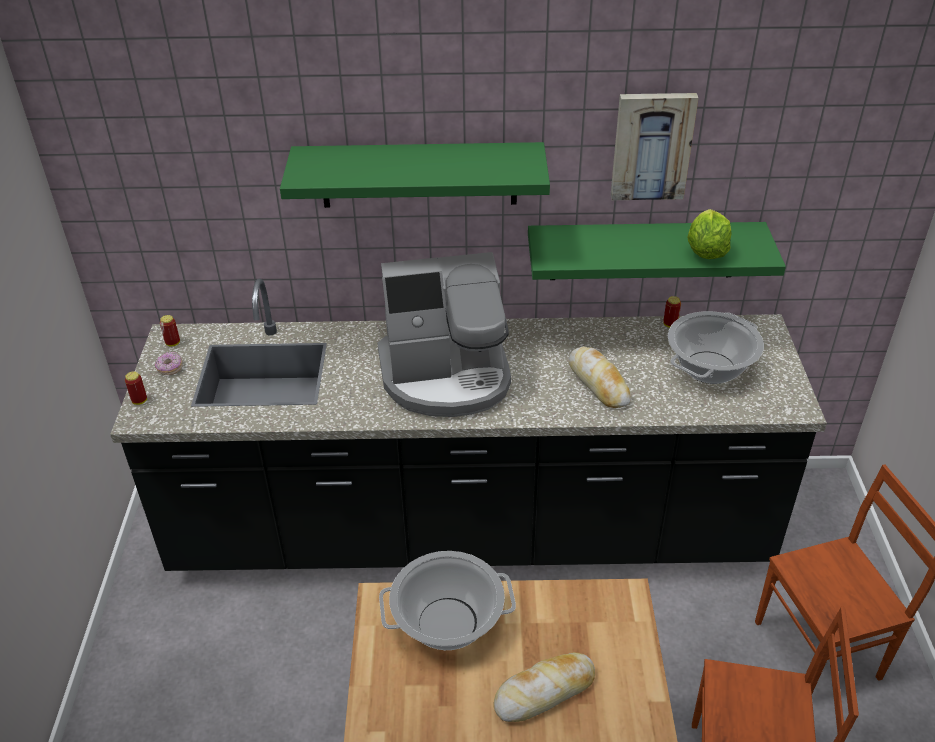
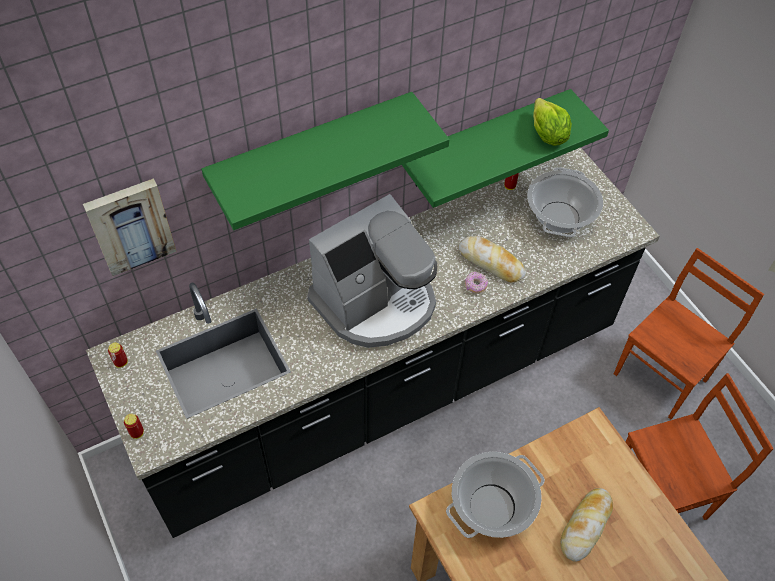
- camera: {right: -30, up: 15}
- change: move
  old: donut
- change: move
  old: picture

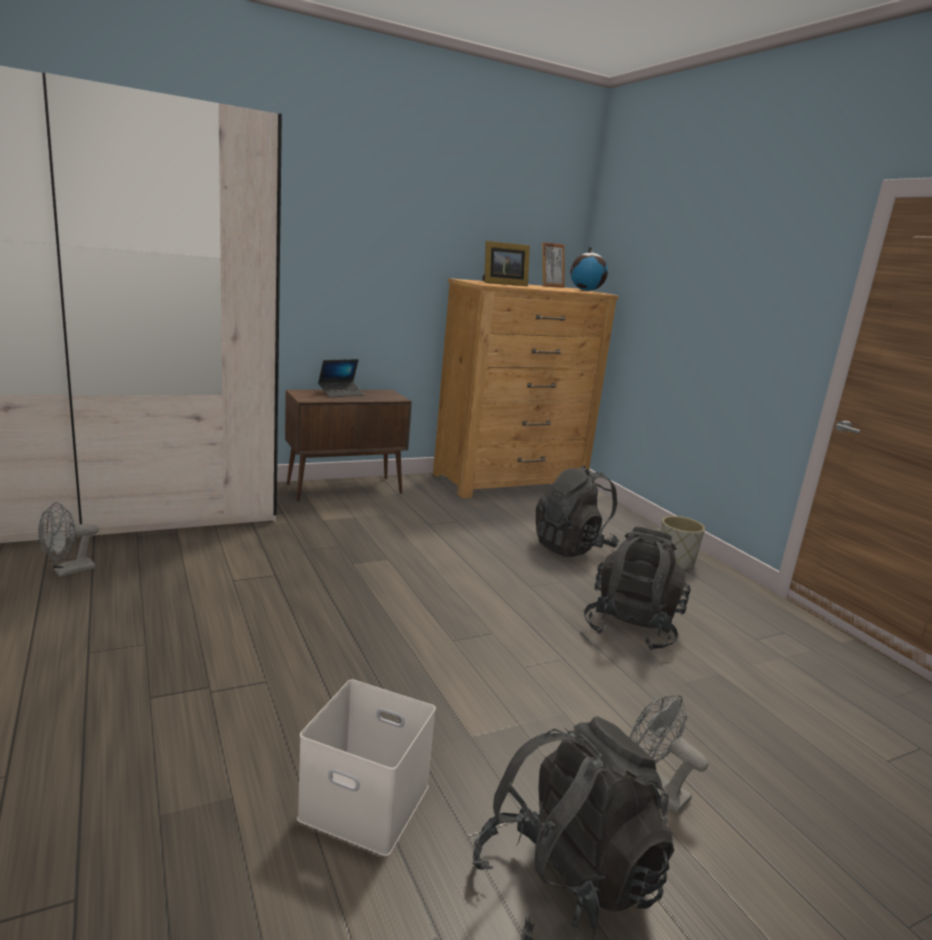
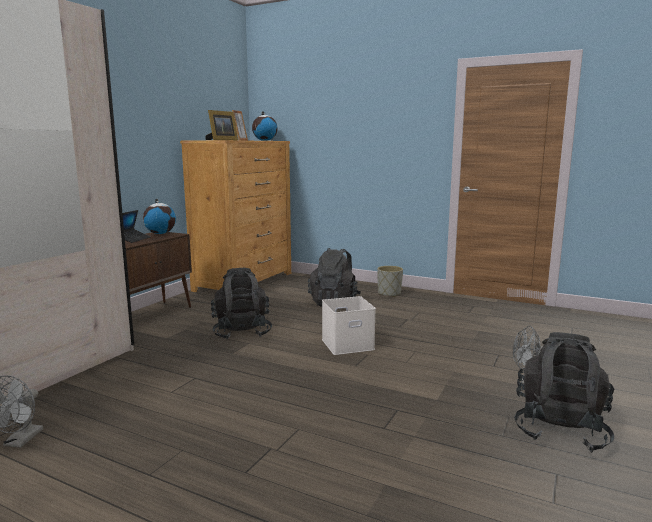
- camera: {right: -35, up: -5}
- change: move
  old: white_storage_box
- change: move
  old: black_backpack (3rd from left in the first image)
  new: black_backpack (1st from left)
- change: insert
  new: globe (1st from left)

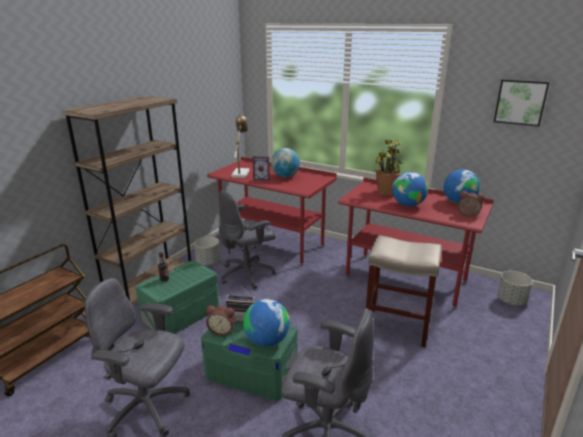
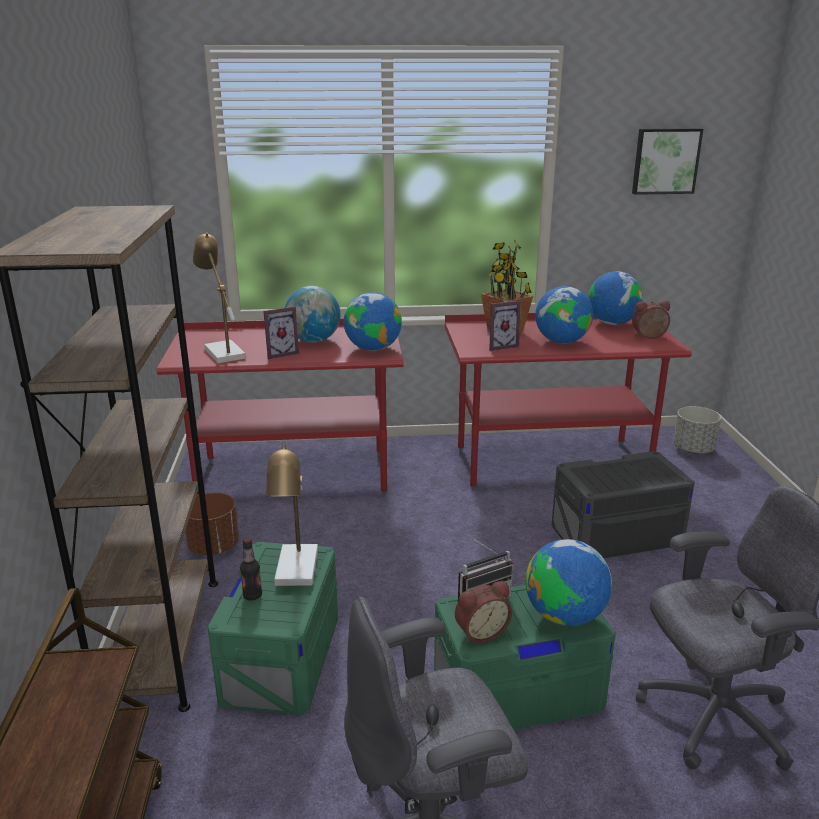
- camera: {right: -35, up: 0}
- change: recolor
  old: grey_planter (1st from left)
  new: brown_planter
- change: delete
  old: grey_office_chair (2nd from left)
- change: replace
  old: beige_stool
  new: grey_storage_box
- change: insert
  new: table_lamp (2nd from left)
- change: insert
  new: globe (2nd from left)
- change: insert
  new: picture_frame (2nd from left)

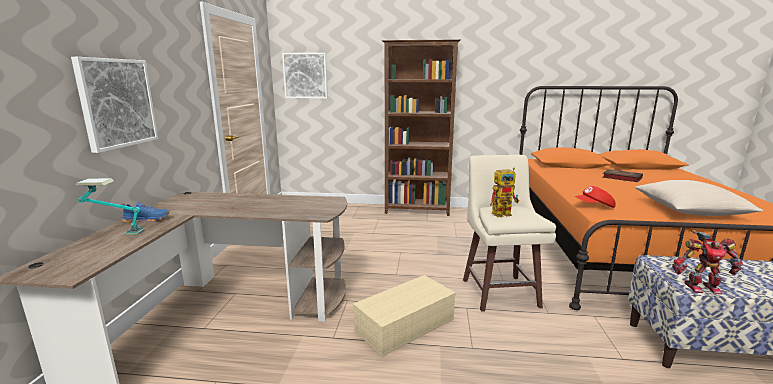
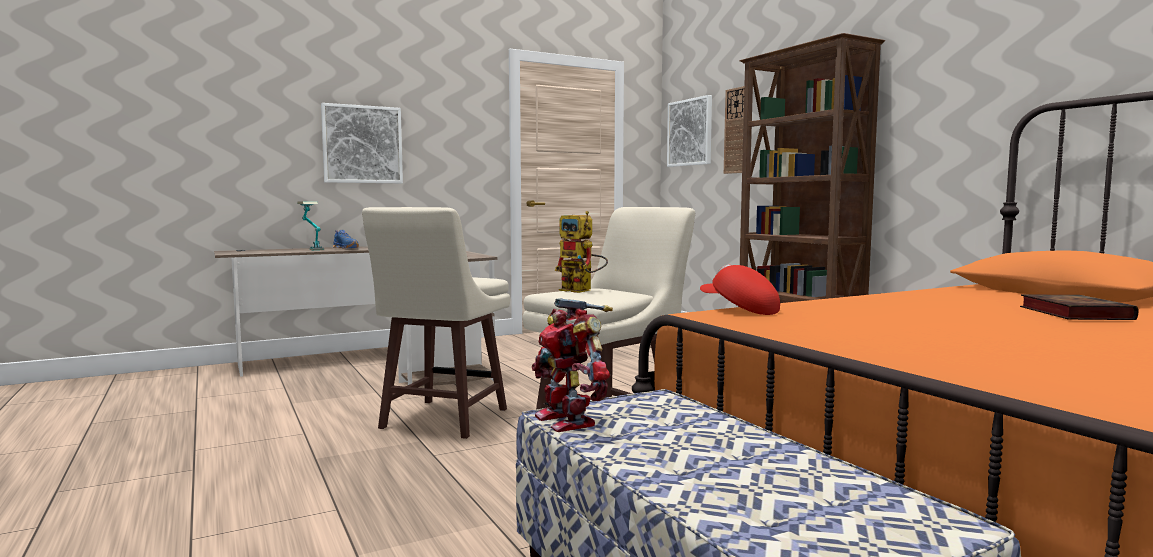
- camera: {right: 55, up: -10}
- change: replace
  old: beige_storage_box
  new: beige_stool (1st from left)
- change: delete
  old: beige_pillow
- change: insert
  new: wall_clock

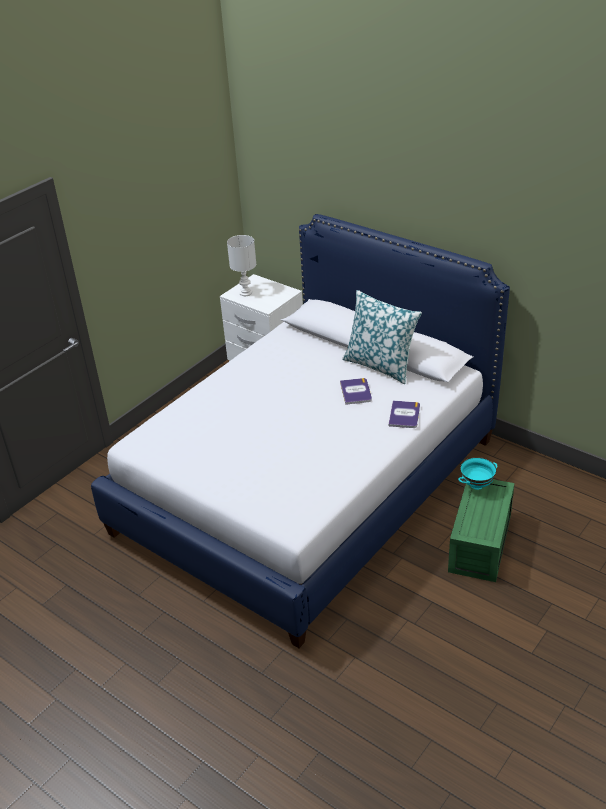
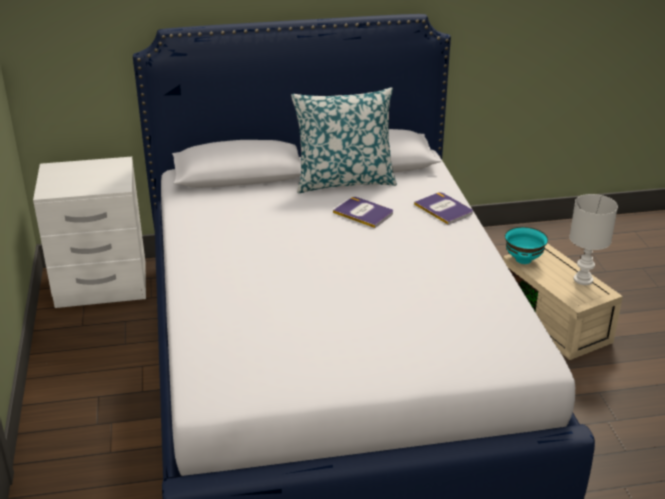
- camera: {right: -50, up: -5}
- change: move
  old: white_table_lamp
- change: recolor
  old: green_storage_box
  new: beige_storage_box

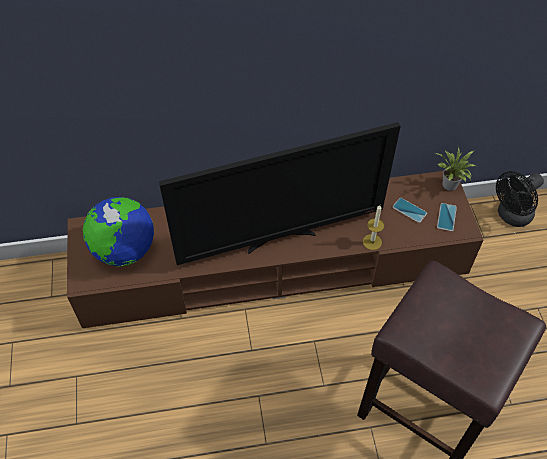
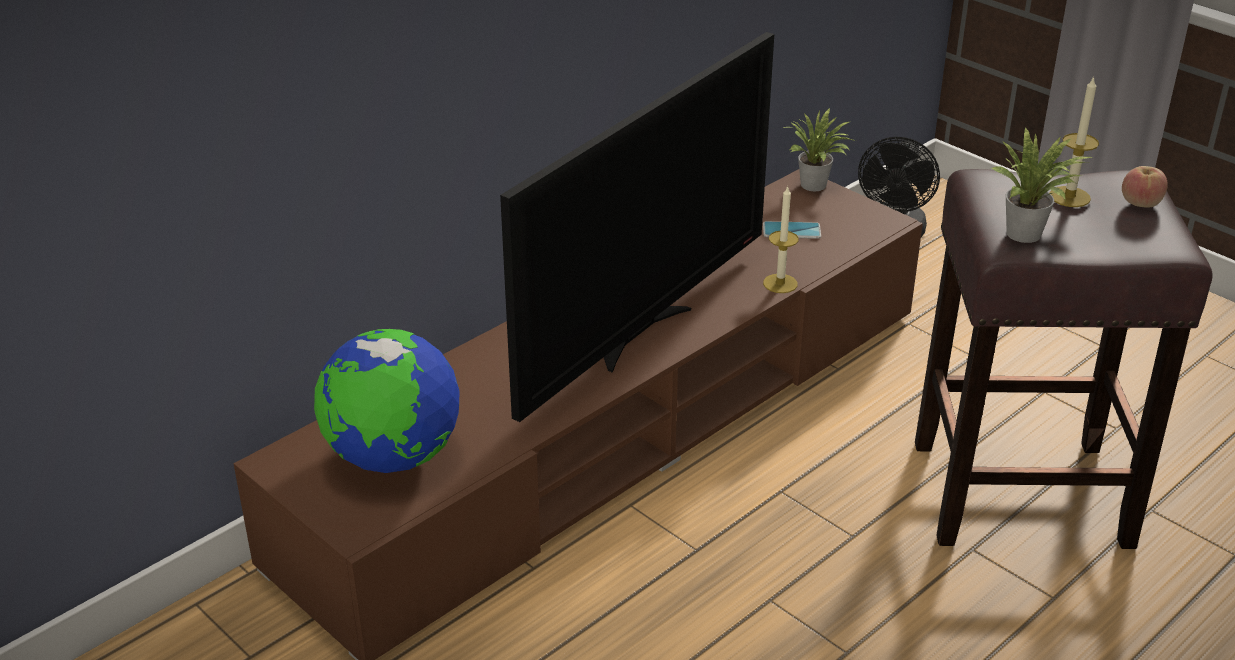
- camera: {right: -35, up: -20}
- change: delete
  old: phone (2nd from left)
- change: insert
  new: potted_plant (2nd from left)
- change: insert
  new: candle (2nd from left)
- change: insert
  new: apple

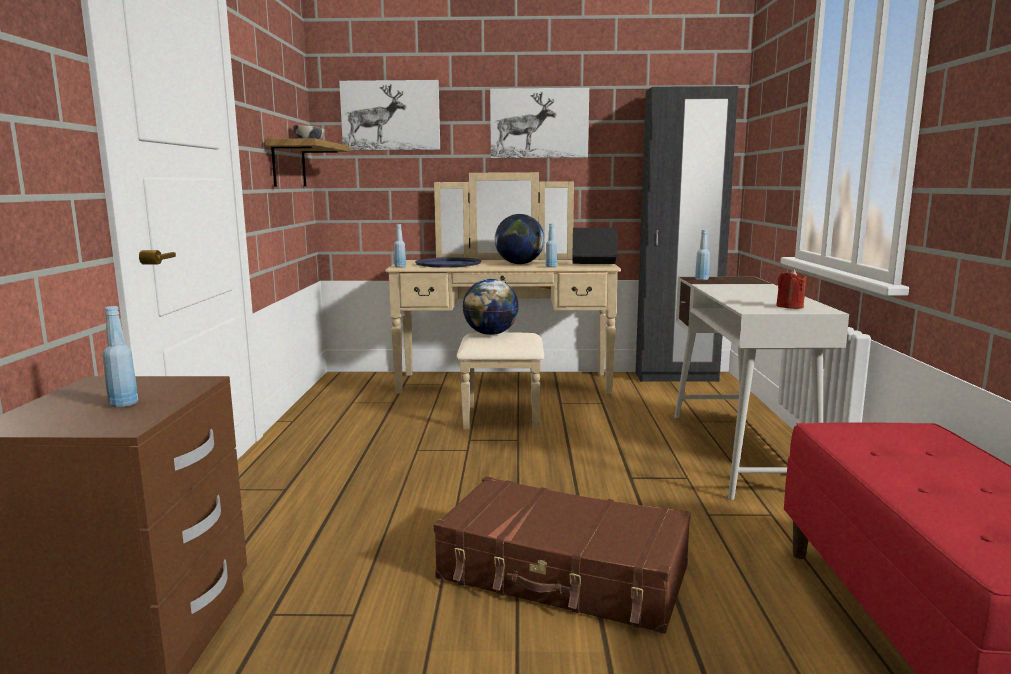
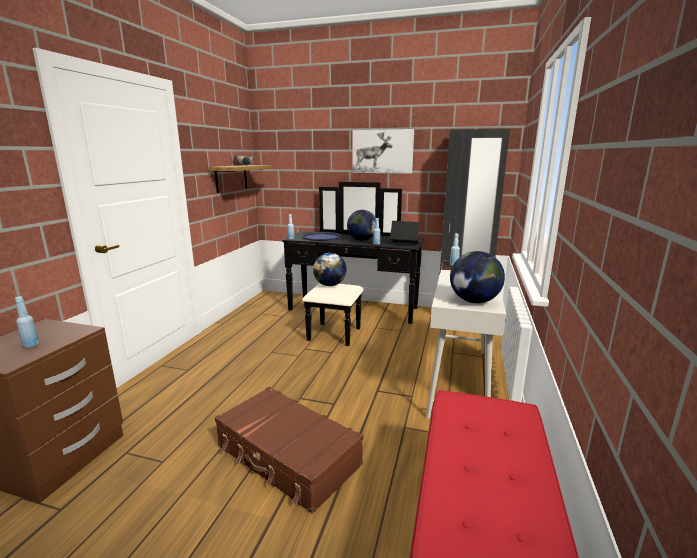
- camera: {right: 15, up: 5}
- change: delete
  old: picture (1st from left)
- change: recolor
  old: beige_dresser
  new: black_dresser
- change: replace
  old: red_candle
  new: globe (3rd from left)

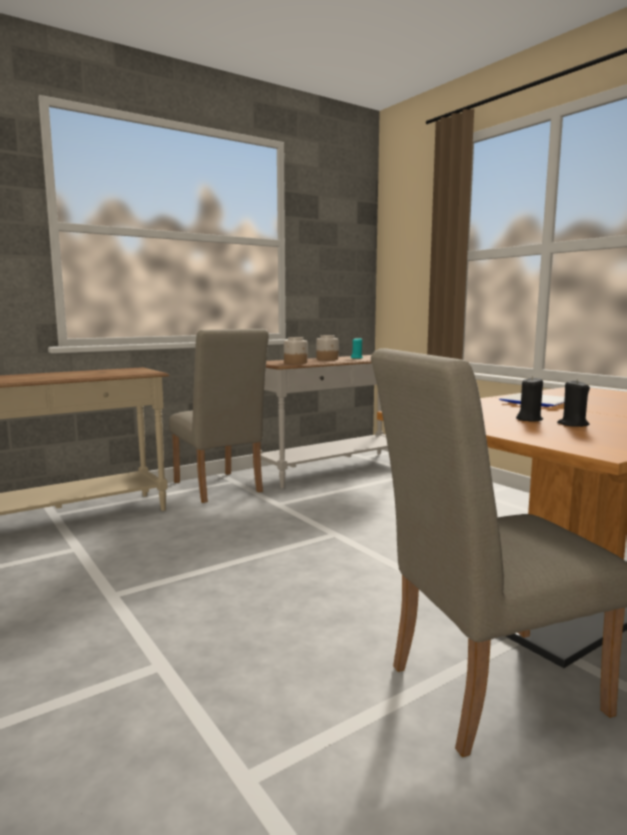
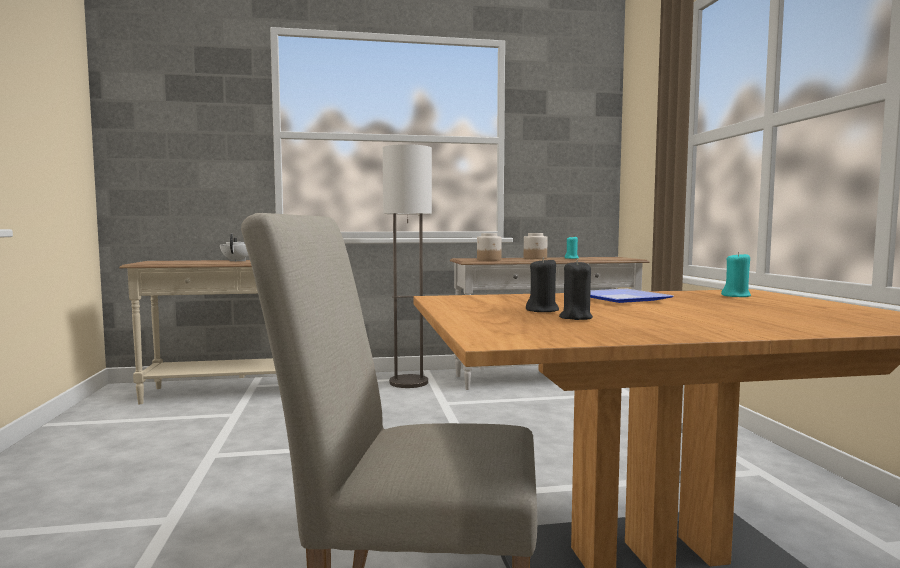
- camera: {right: 25, up: -5}
- change: replace
  old: beige_chair (1st from left)
  new: floor_lamp
- change: insert
  new: white_teapot
- change: insert
  new: turquoise_candle (2nd from left)

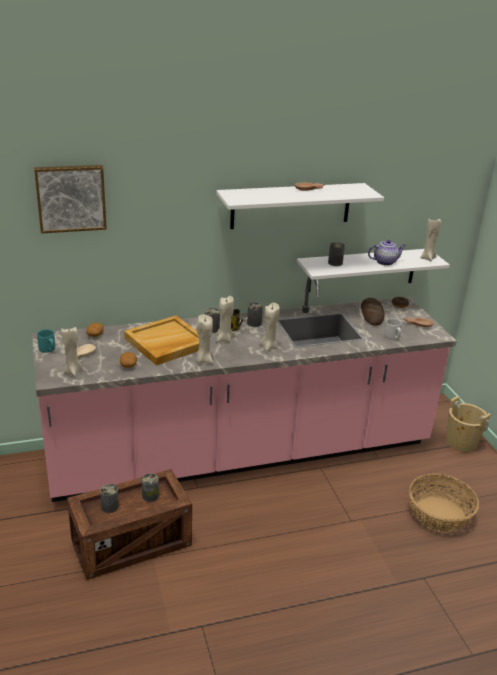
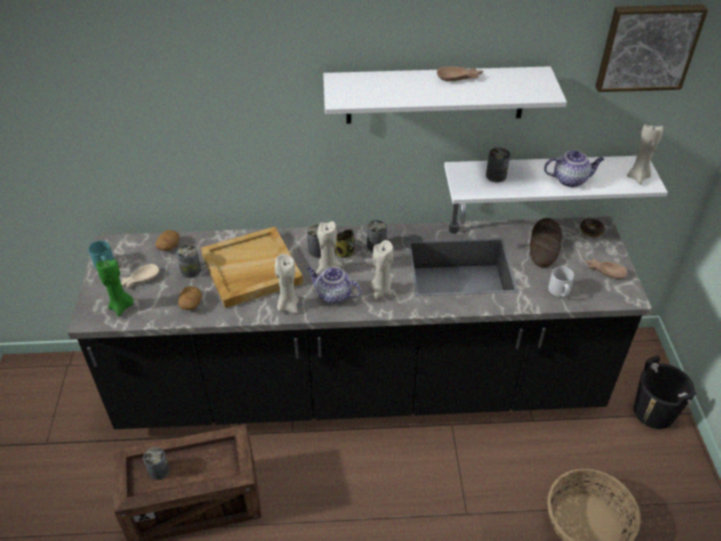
- camera: {right: 15, up: 15}
- change: recolor
  old: pink_counter
  new: black_counter
- change: move
  old: picture
- change: recolor
  old: beige_candle (1st from left)
  new: green_candle
- change: move
  old: can (2nd from left)
- change: recolor
  old: beige_bucket
  new: black_bucket
- change: insert
  new: teapot (1st from left)

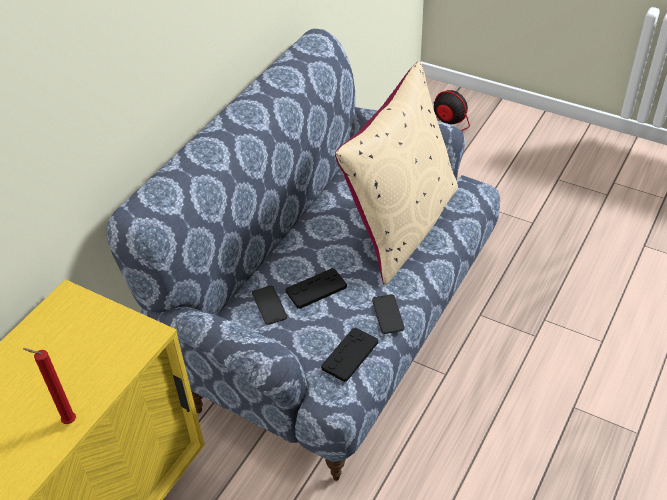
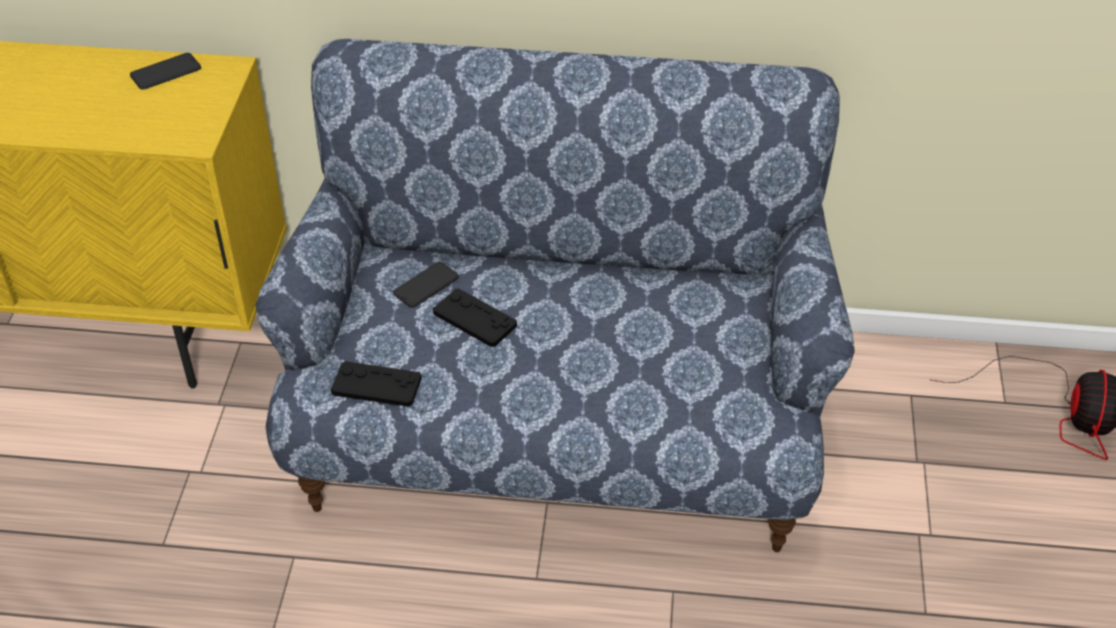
- camera: {right: 65, up: 0}
- change: delete
  old: red_candle
- change: delete
  old: beige_pillow
- change: move
  old: phone (2nd from left in the first image)
  new: phone (1st from left)

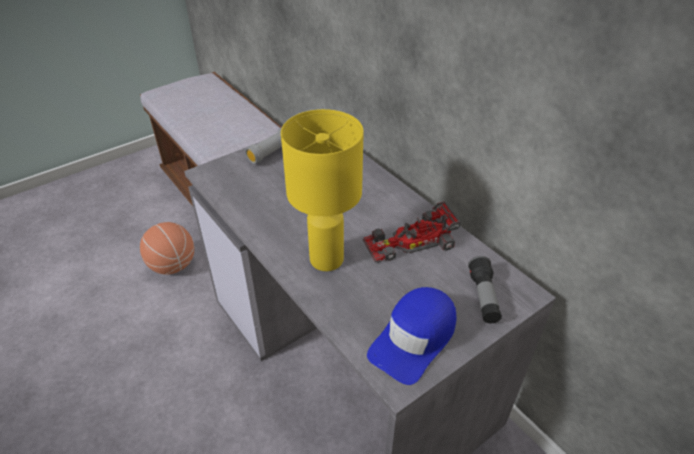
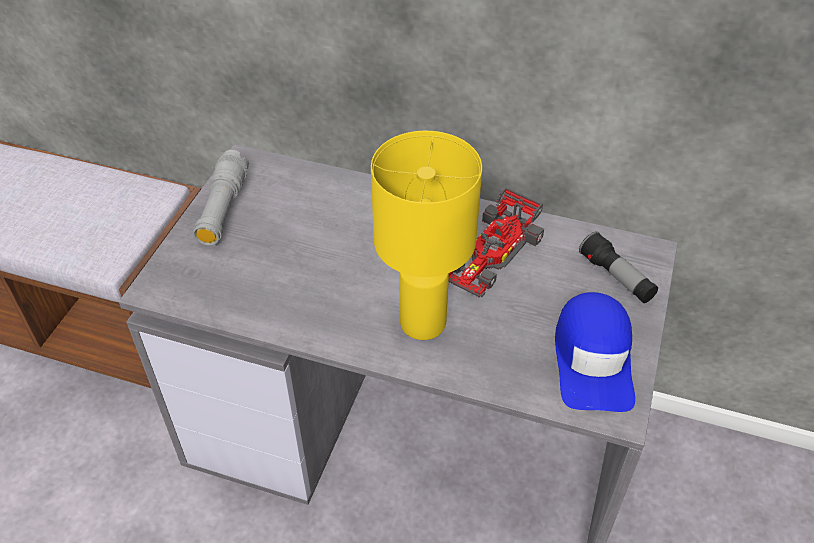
- camera: {right: -35, up: 5}
- change: delete
  old: basketball

